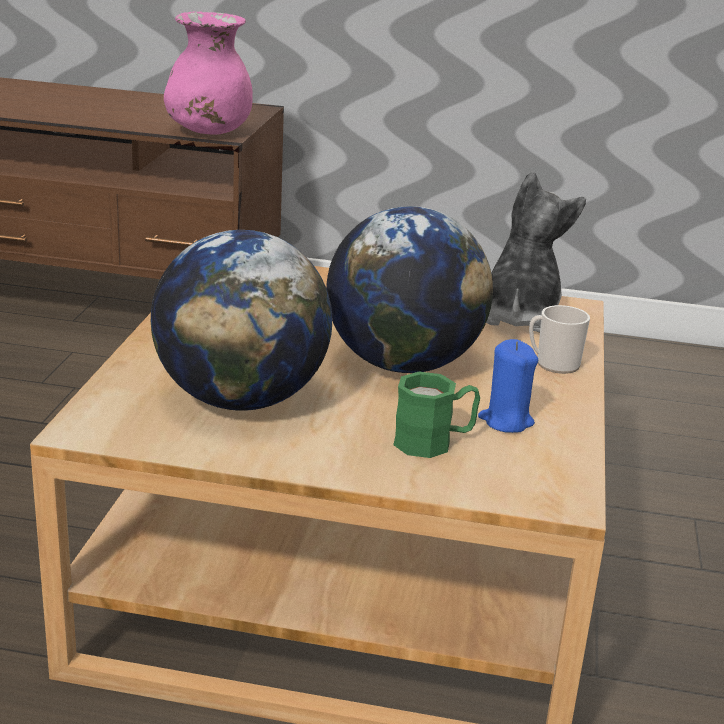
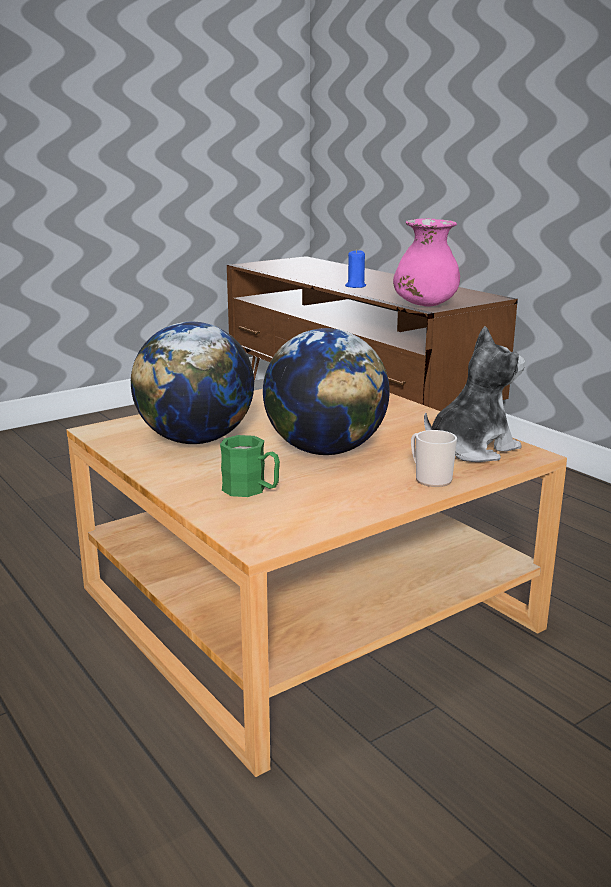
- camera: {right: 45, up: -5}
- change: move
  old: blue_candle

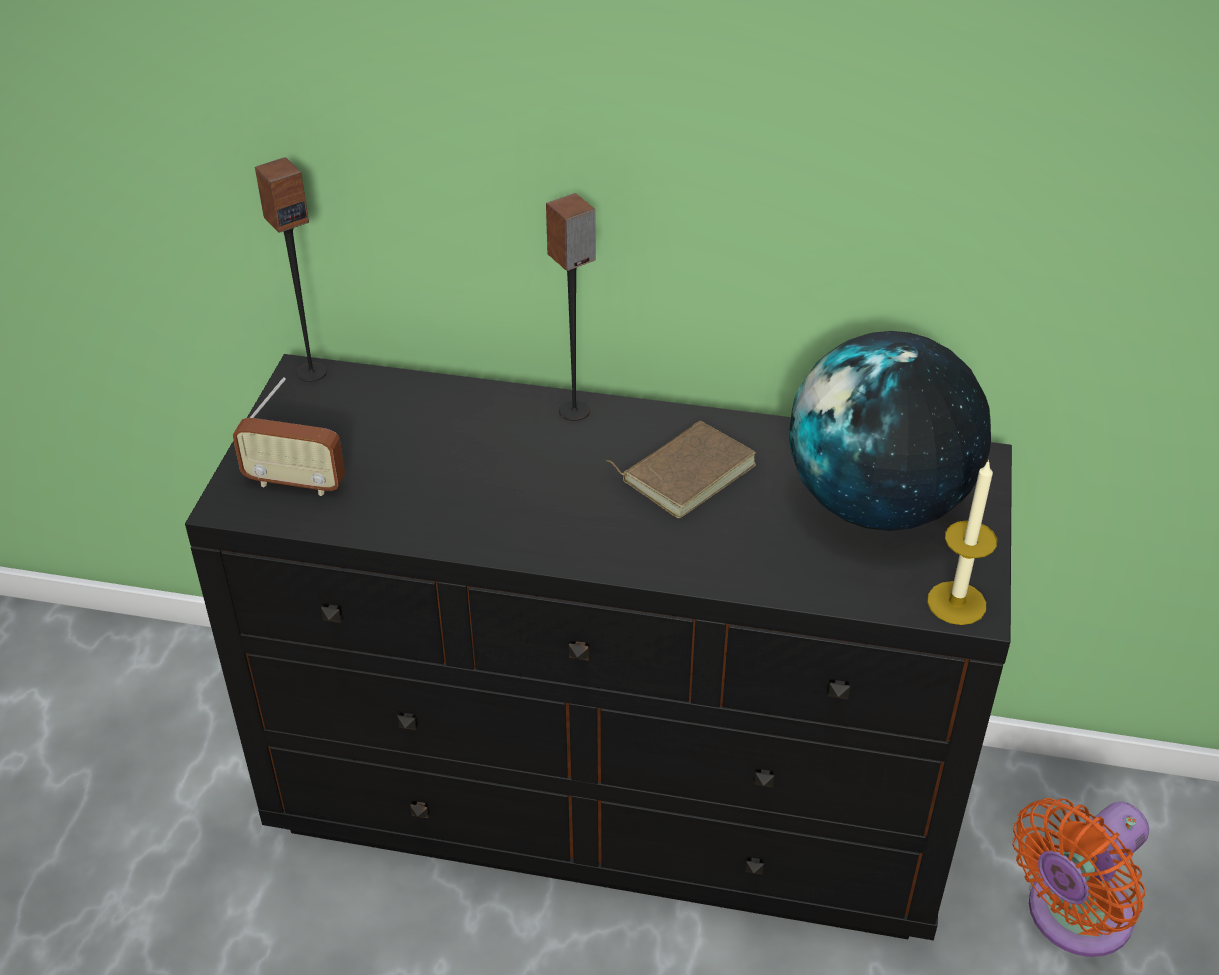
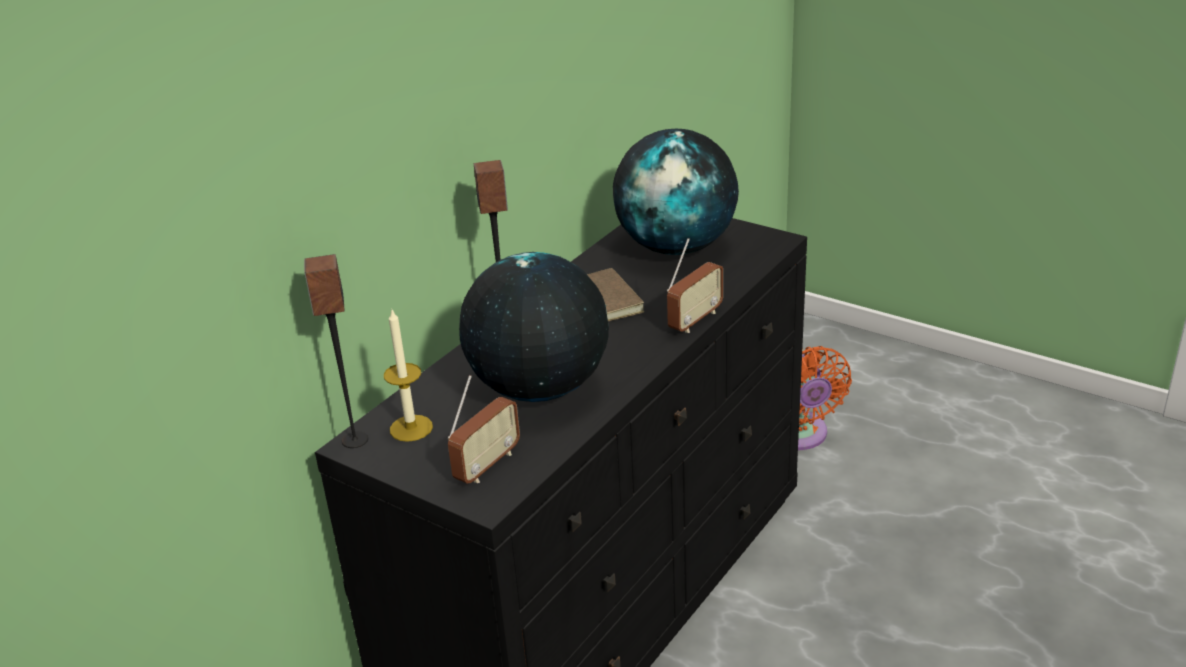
- camera: {right: -65, up: -10}
- change: move
  old: candle
- change: insert
  new: globe (1st from left)
- change: insert
  new: radio (2nd from left)

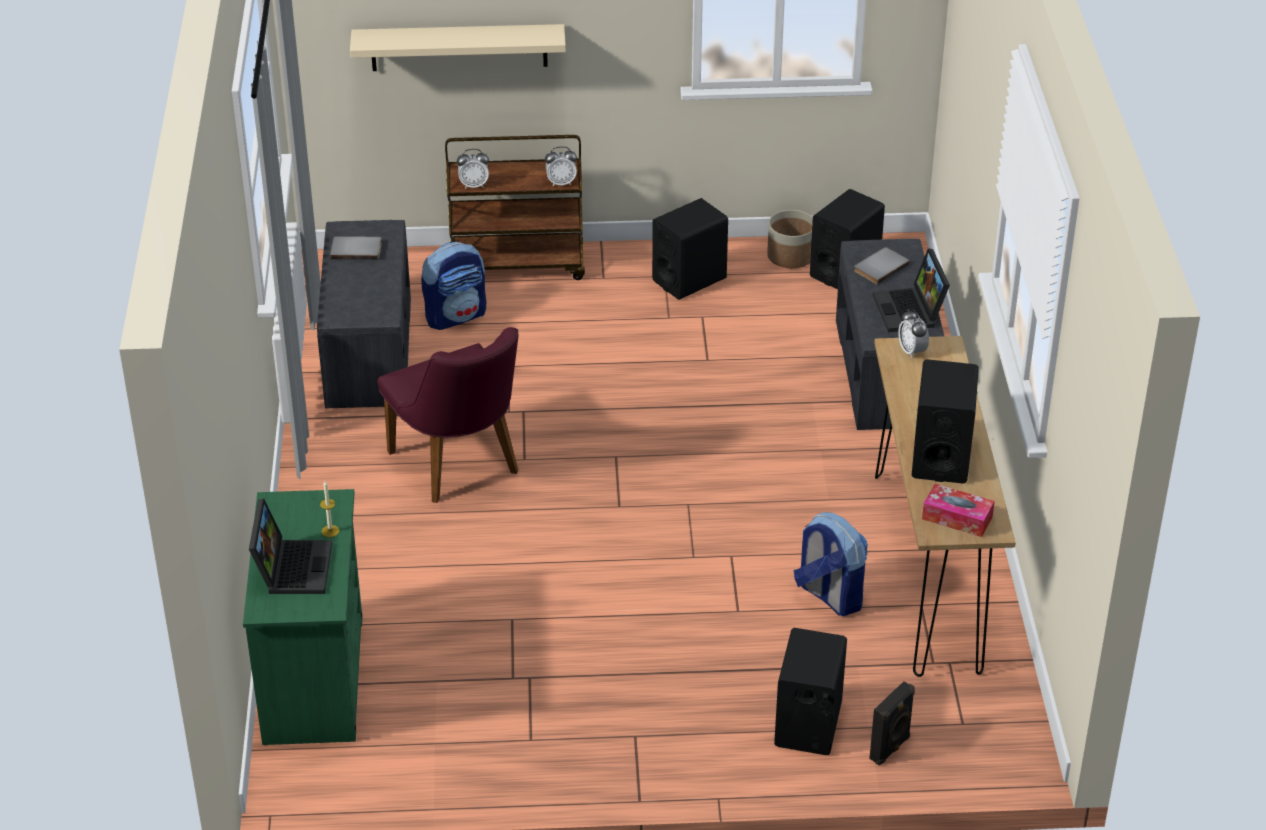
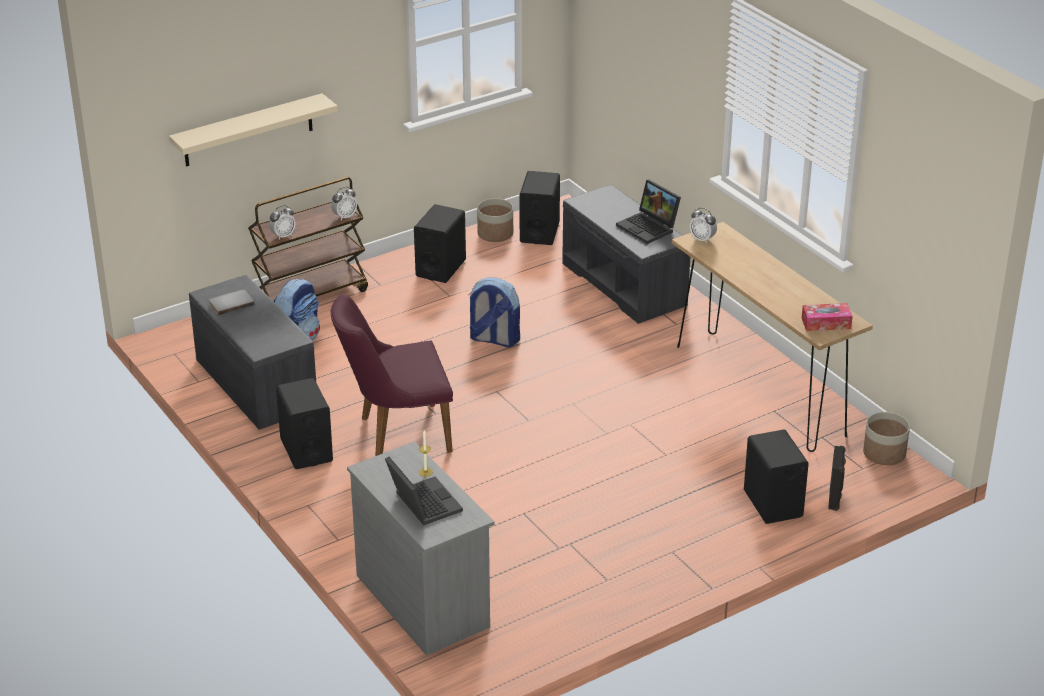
- camera: {right: -30, up: -5}
- change: recolor
  old: green_dresser
  new: grey_dresser
- change: rotate
  old: purple_chair
  degrees: 135
- change: move
  old: backpack (2nd from left)
- change: delete
  old: grey_book (2nd from left)
- change: move
  old: black_speaker (5th from left in the first image)
  new: black_speaker (1st from left)
- change: insert
  new: planter (2nd from left)

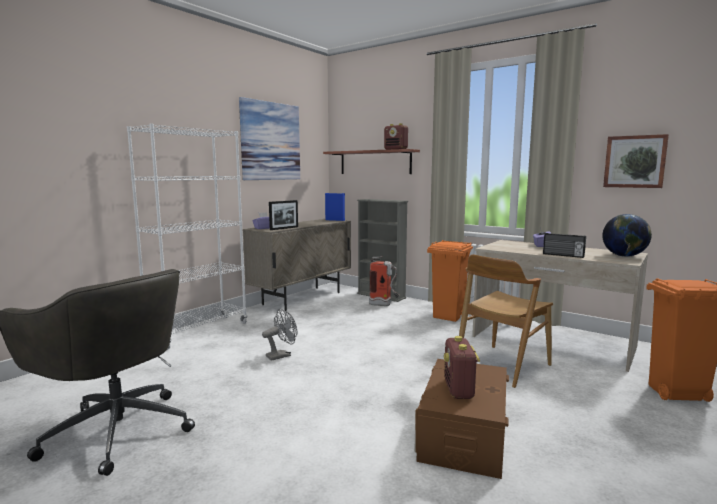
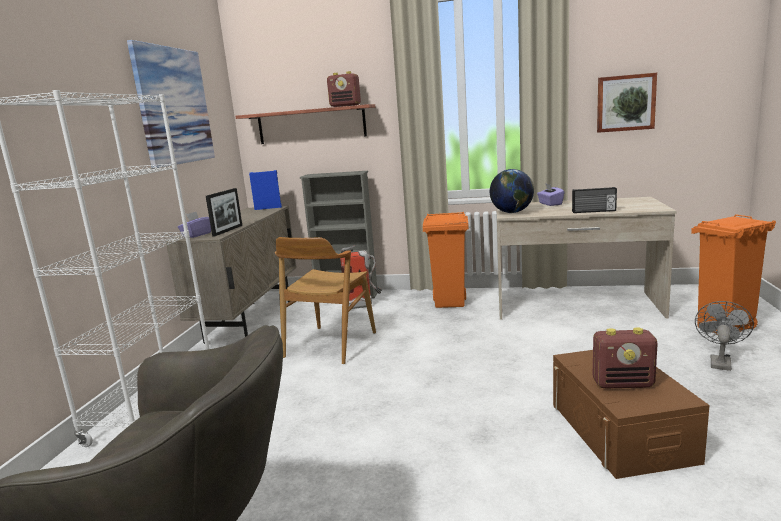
- camera: {right: -25, up: 5}
- change: move
  old: grey_fan
- change: rotate
  old: radio (2nd from left in the first image)
  degrees: -60
- change: move
  old: brown_chair
- change: move
  old: globe

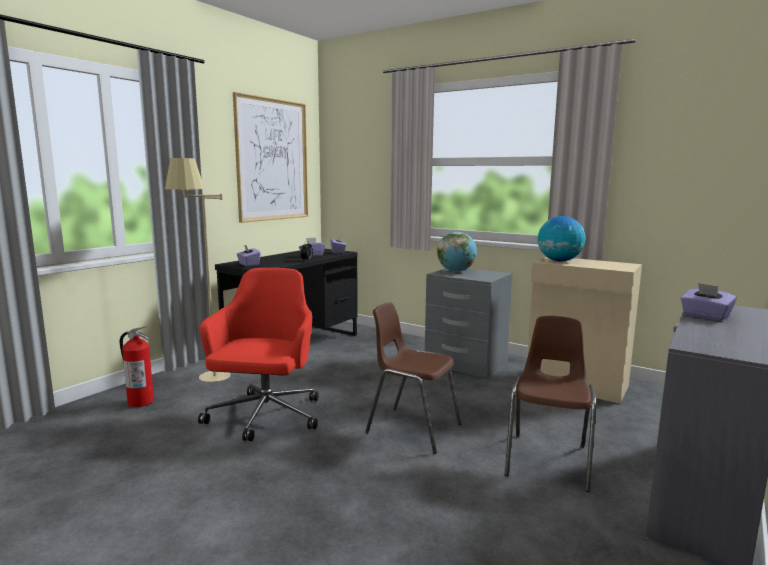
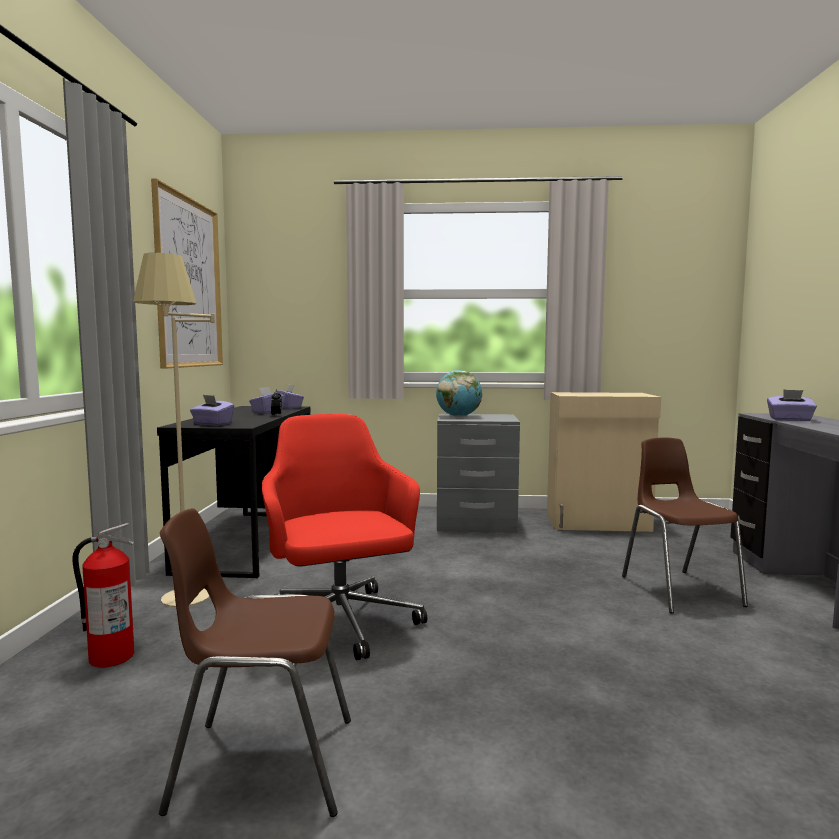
- camera: {right: -30, up: -5}
- change: move
  old: brown_chair (1st from left)
- change: delete
  old: globe (2nd from left)

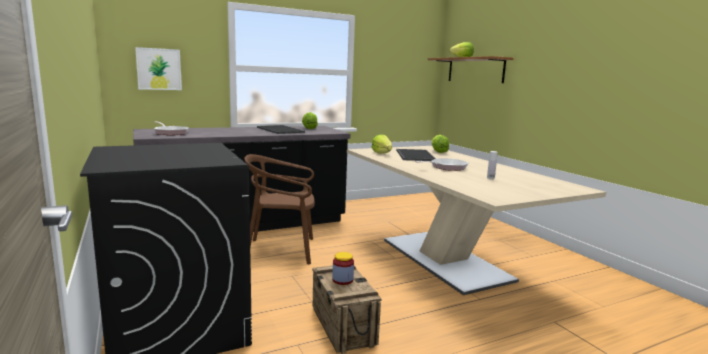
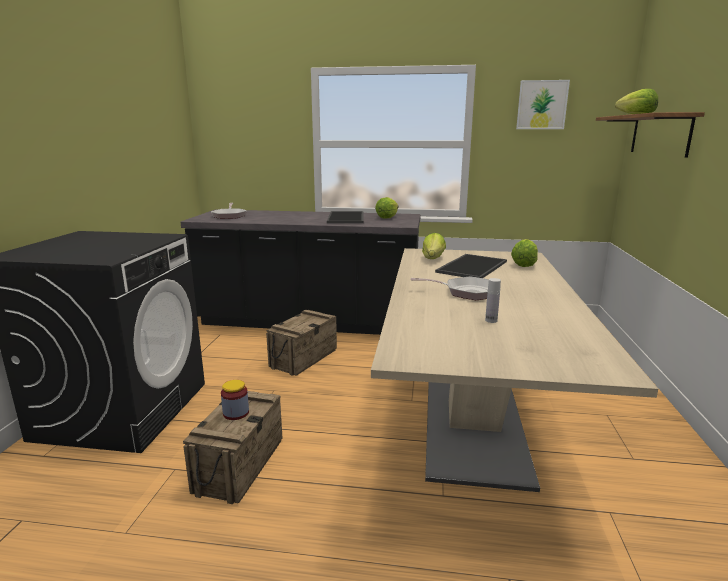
- camera: {right: 35, up: 5}
- change: move
  old: picture
- change: replace
  old: brown_chair
  new: crate (2nd from left)

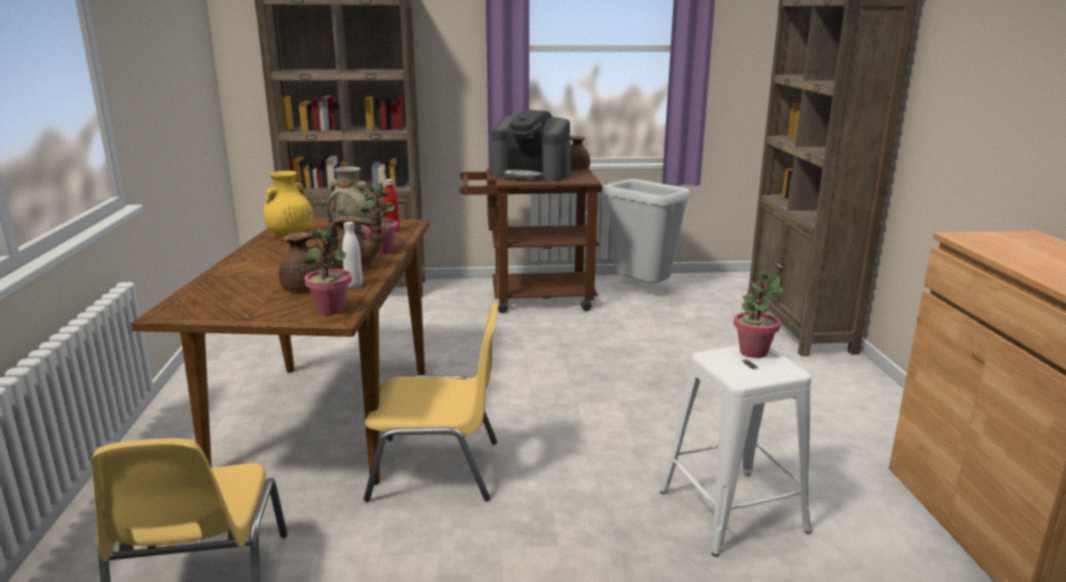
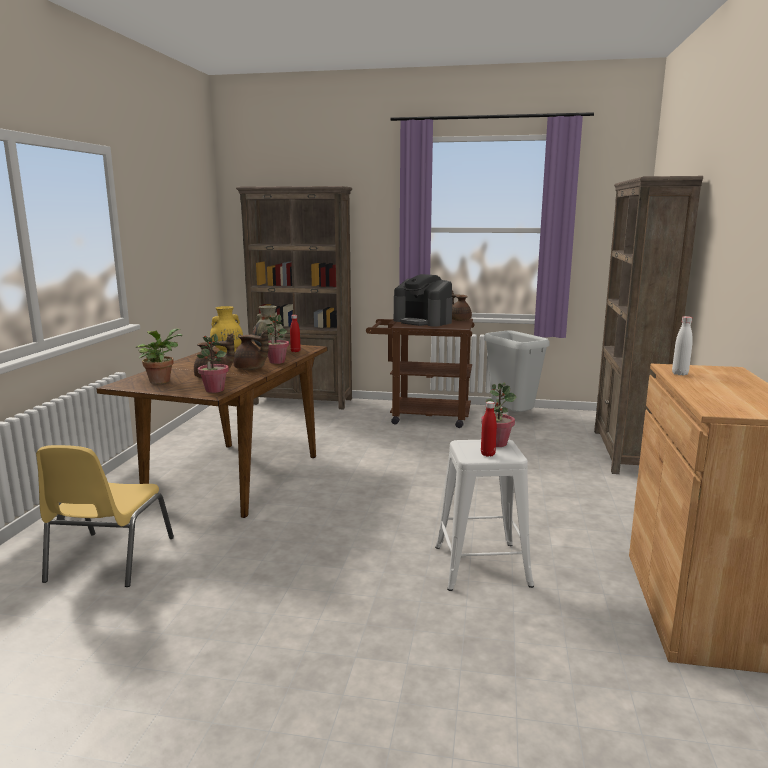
- camera: {right: 15, up: -5}
- change: move
  old: white_bottle
- change: delete
  old: yellow_chair (2nd from left)
- change: insert
  new: potted_plant (1st from left)
- change: insert
  new: red_bottle (2nd from left)

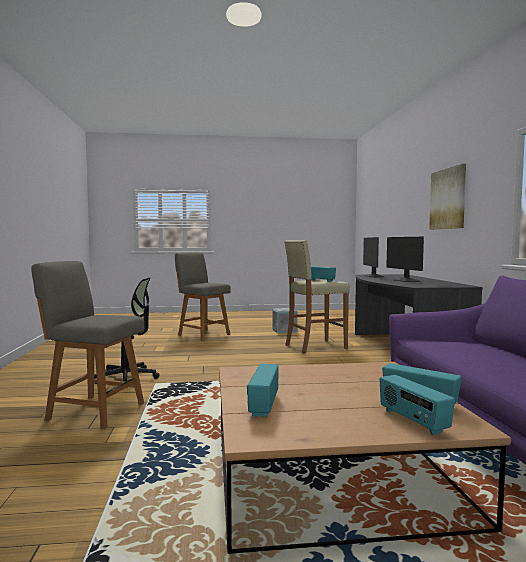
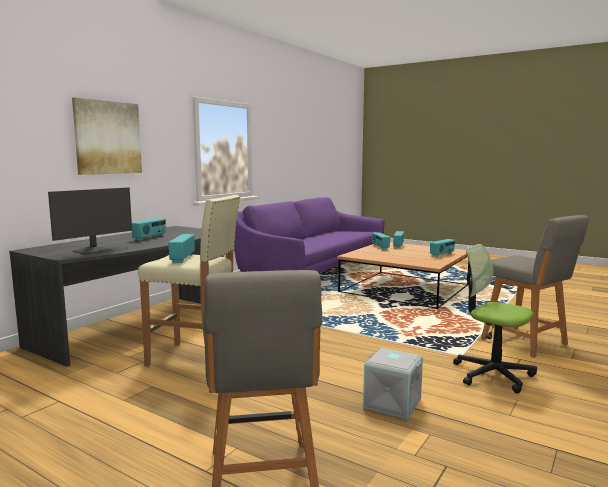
- camera: {right: -140, up: 5}
- change: move
  old: grey_storage_box
- change: replace
  old: monitor (2nd from left)
  new: radio (1st from left)

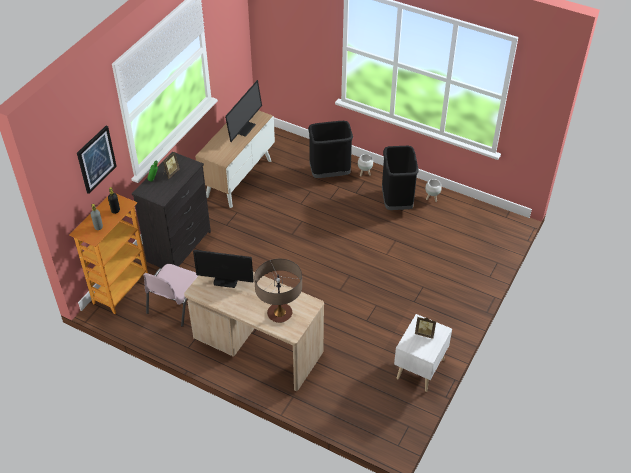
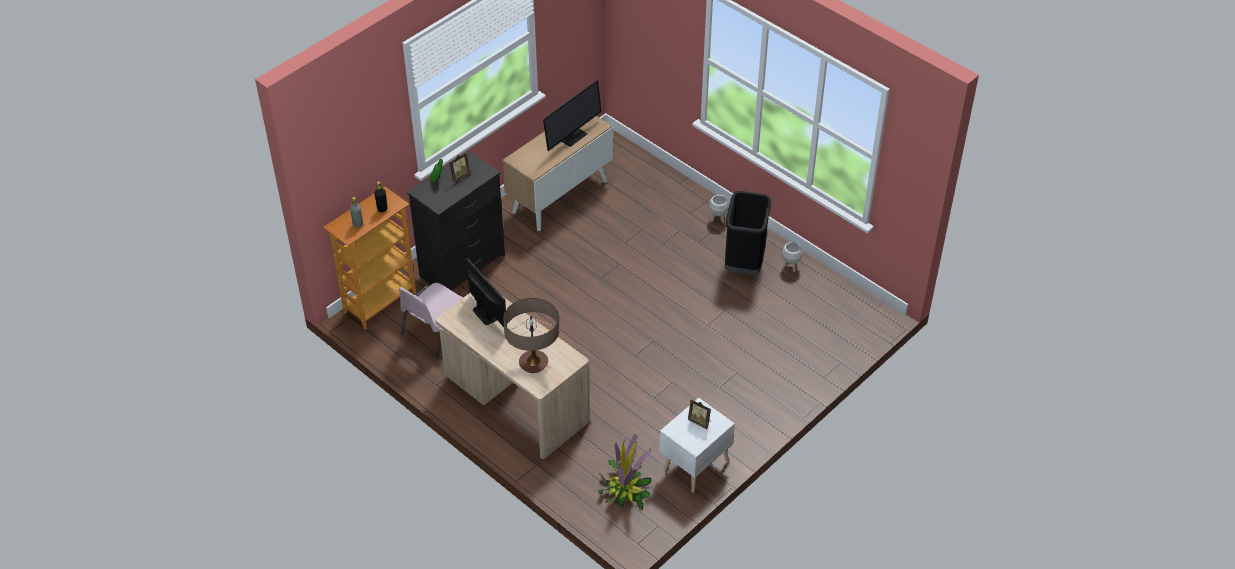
- camera: {right: 15, up: 0}
- change: delete
  old: picture
- change: rotate
  old: monitor (1st from left)
  degrees: -150
- change: delete
  old: black_trash_can (1st from left)
- change: insert
  new: potted_plant

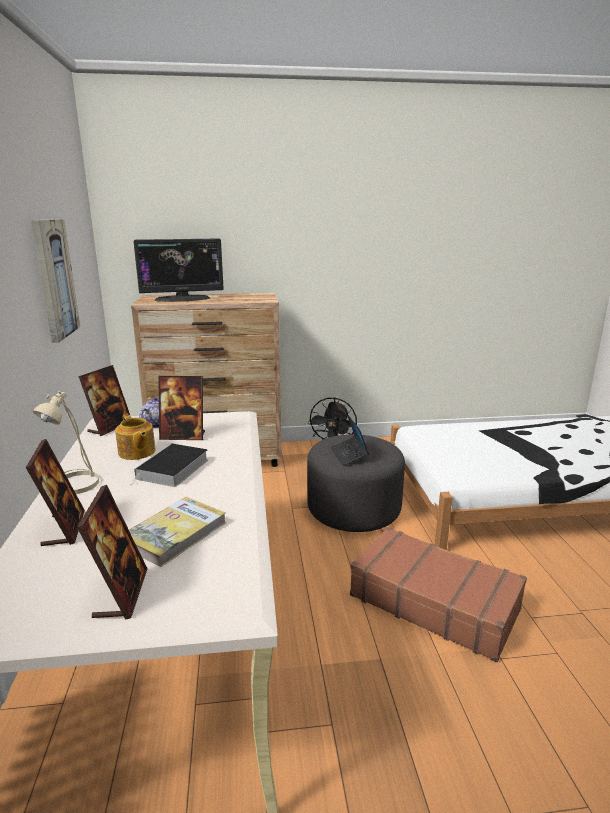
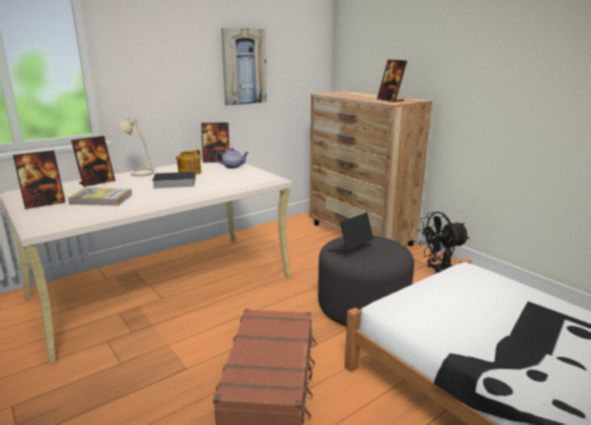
- camera: {right: 60, up: 0}
- change: delete
  old: monitor
- change: move
  old: picture_frame (4th from left)

